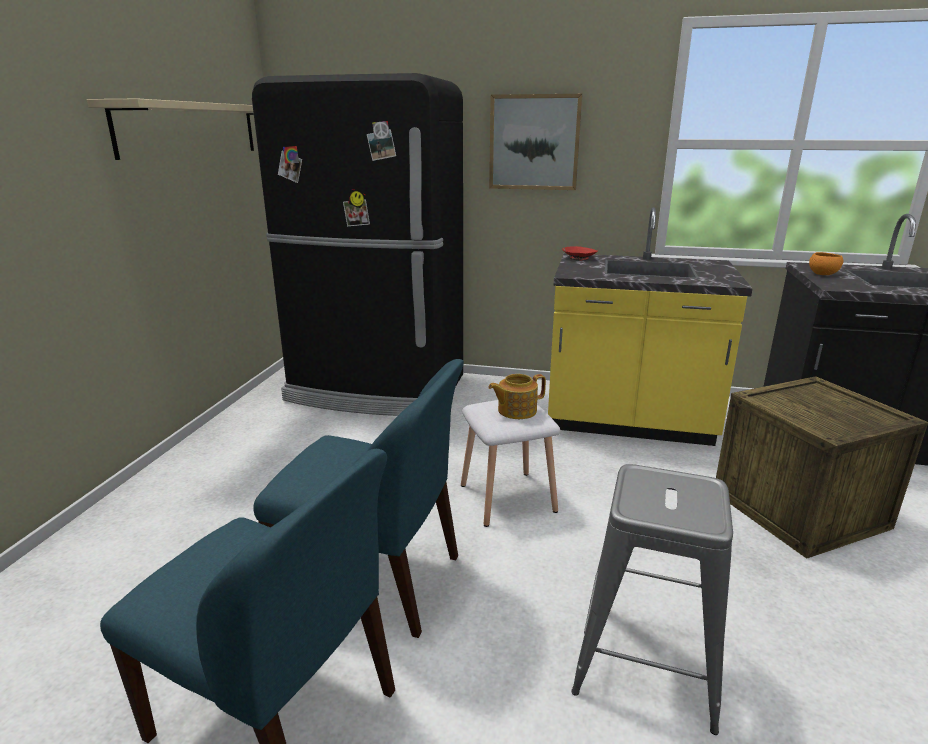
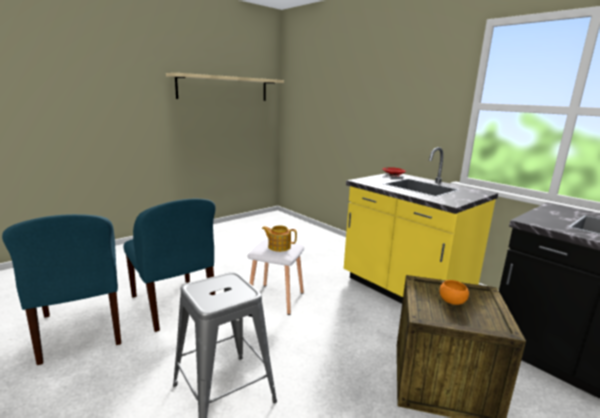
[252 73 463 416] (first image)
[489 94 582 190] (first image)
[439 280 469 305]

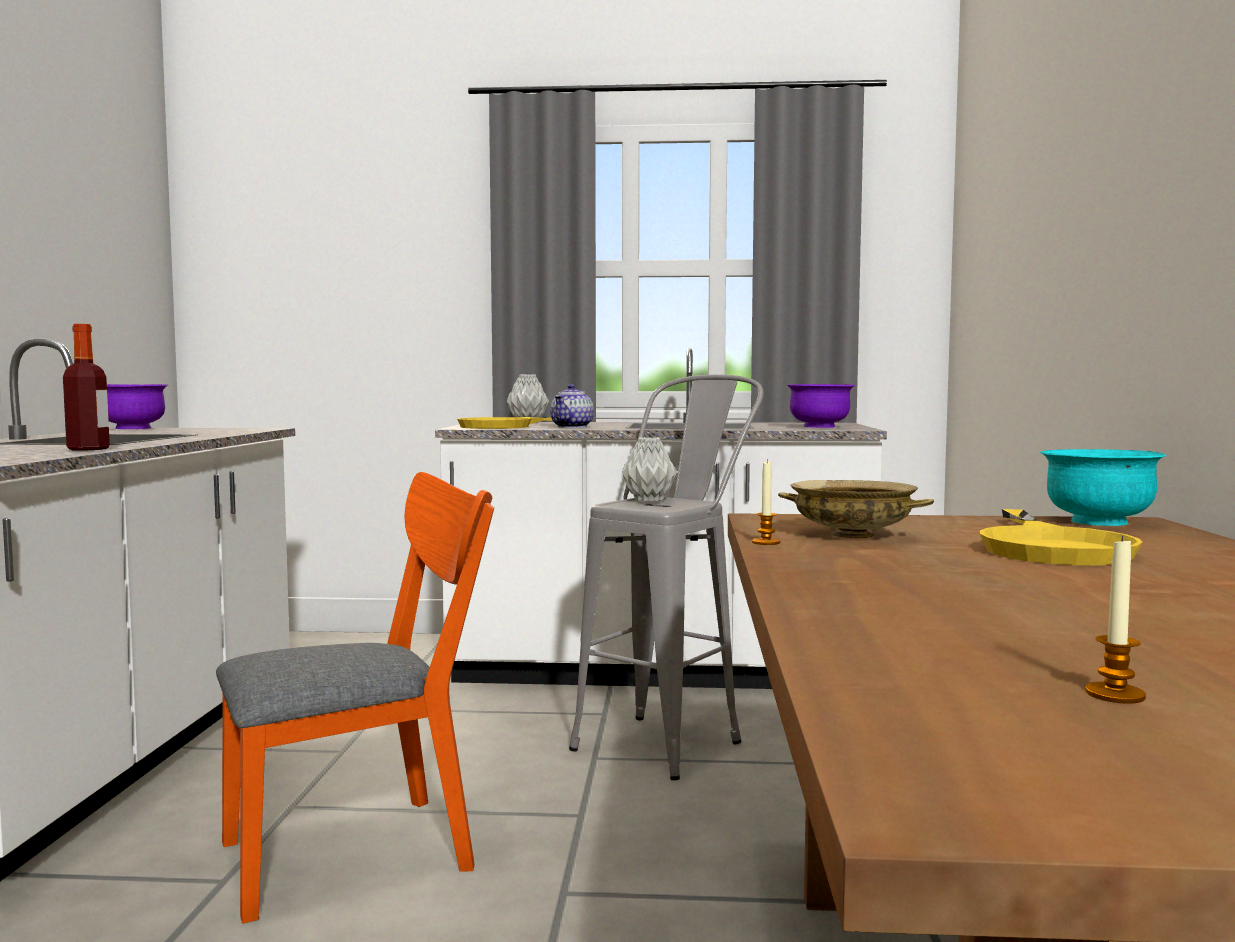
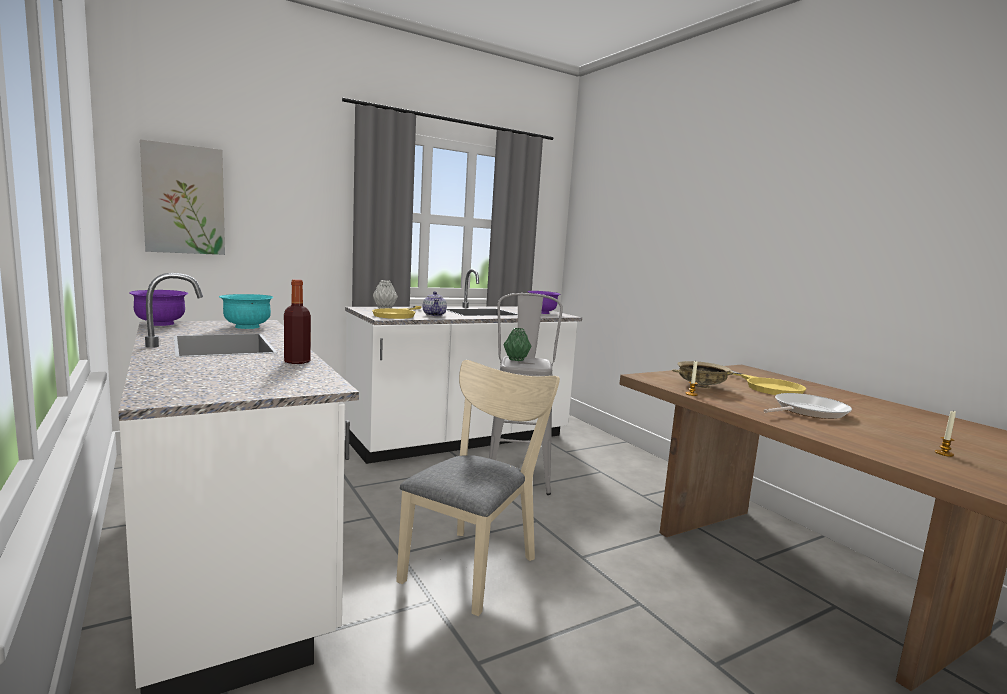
[396 360 560 616]
[503 328 531 361]
[219 294 273 329]
[140 139 225 255]
[763 393 852 419]

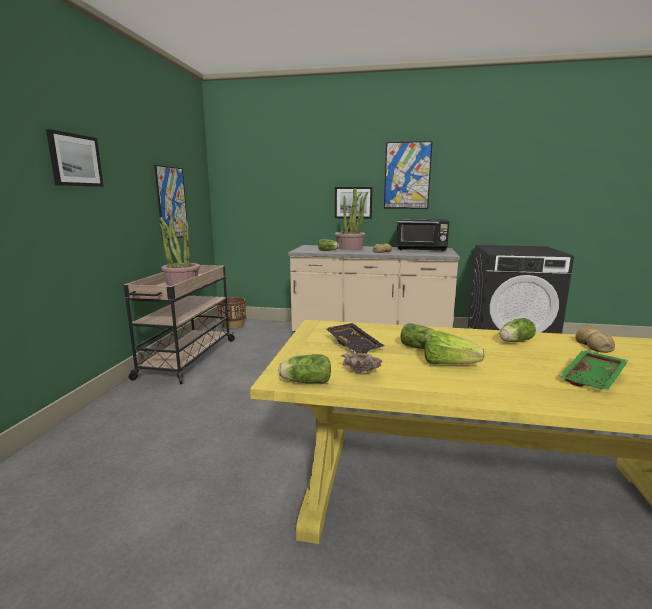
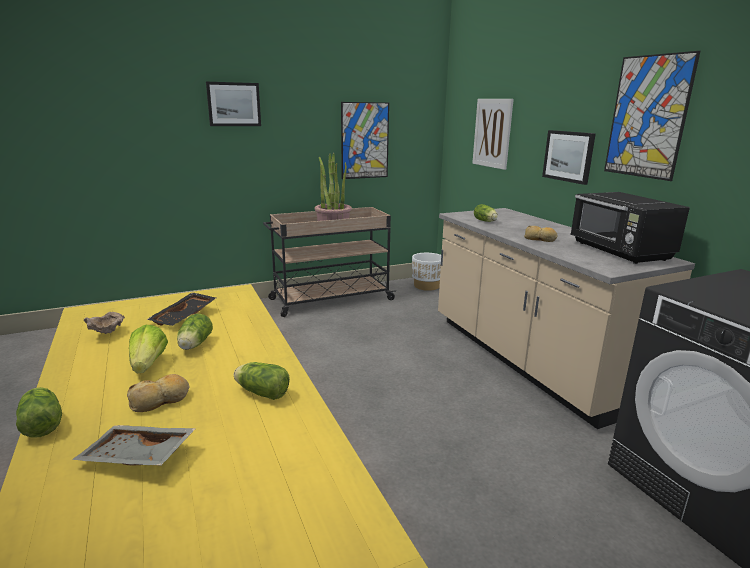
[412 253 441 291]
[16 387 62 438]
[334 188 368 250] (first image)
[72 425 196 466]
[127 374 189 412]
[472 99 514 170]

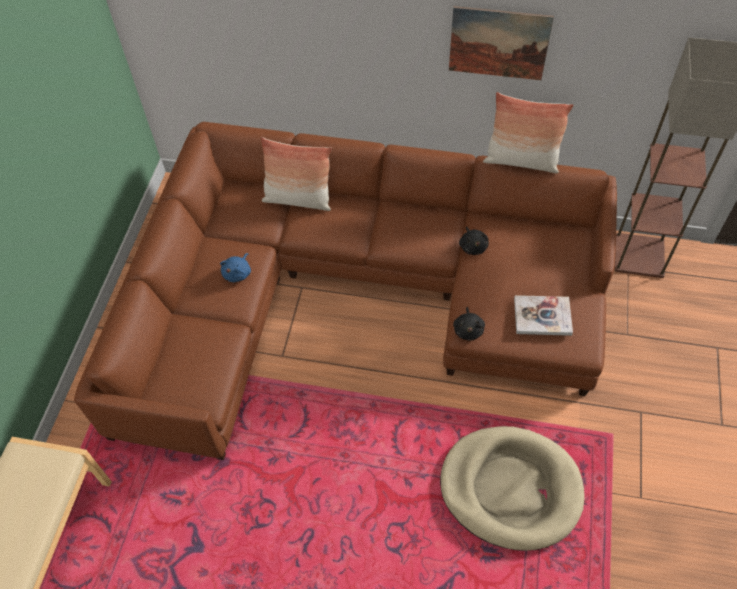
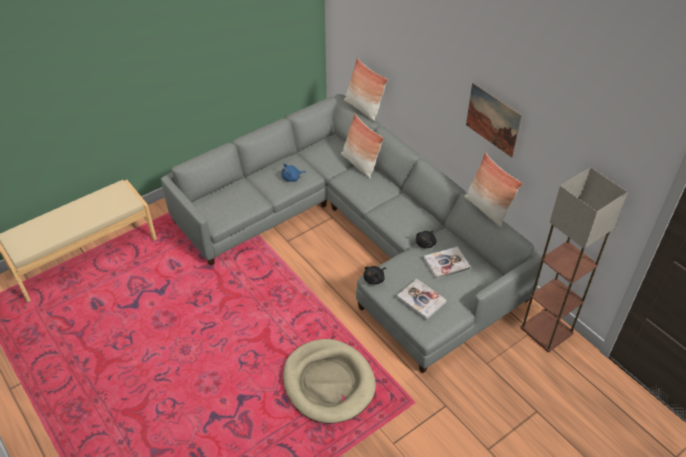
[161 94 544 374]
[344 58 388 122]
[423 247 470 279]

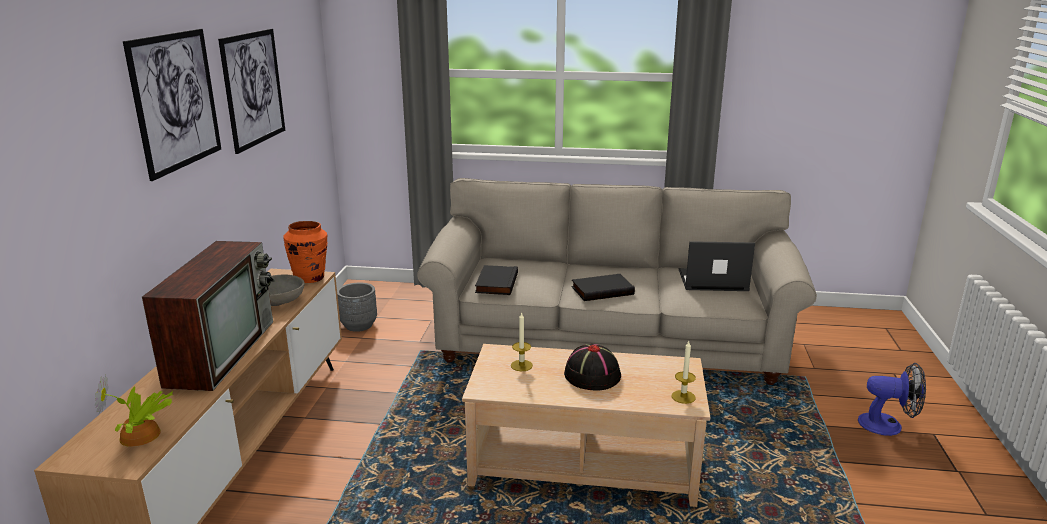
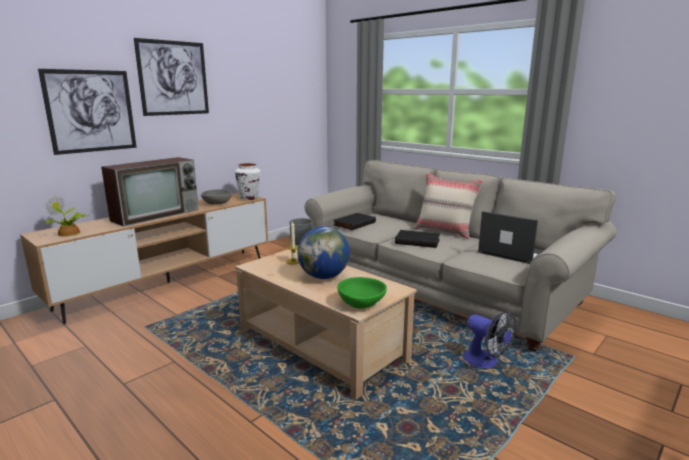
[38 69 137 155]
[235 163 261 200]
[297 227 350 279]
[337 277 387 308]
[463 311 517 368]
[415 173 483 239]

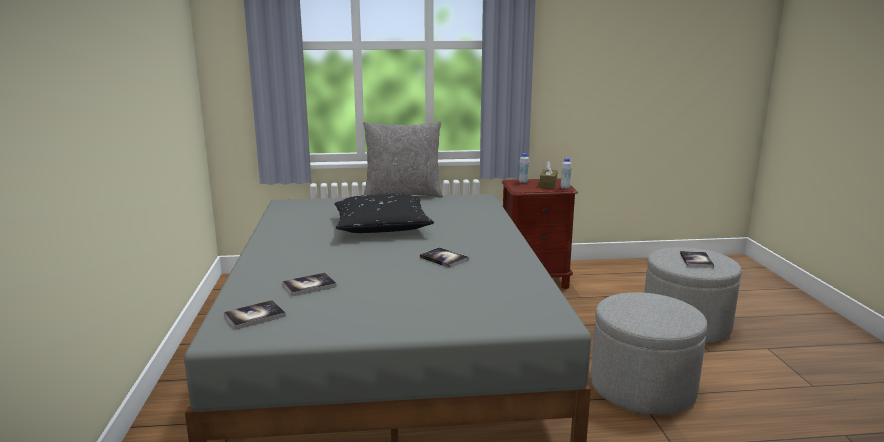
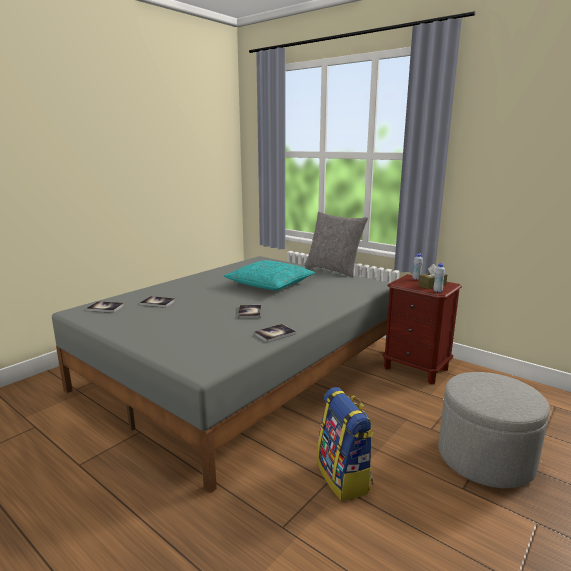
[224 260 315 290]
[317 387 374 501]
[254 324 296 343]

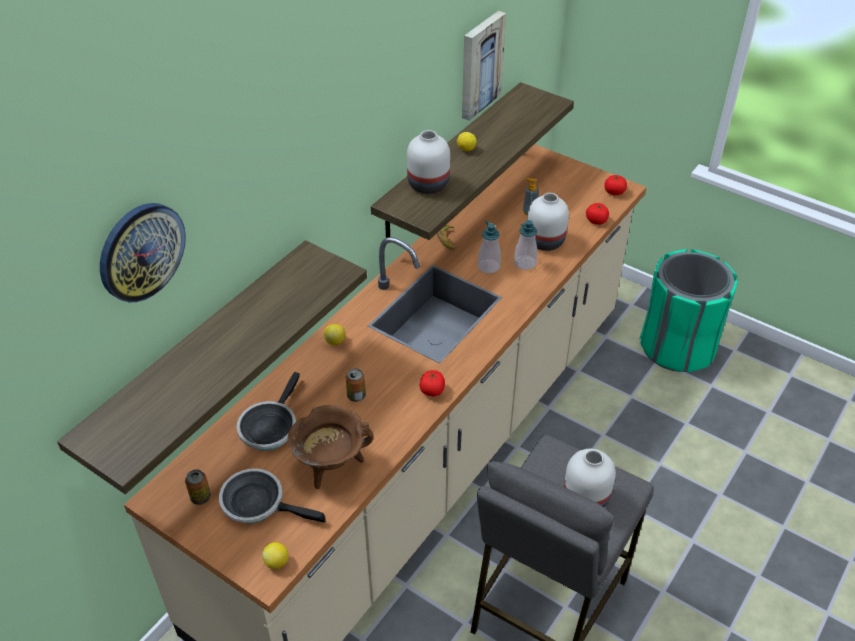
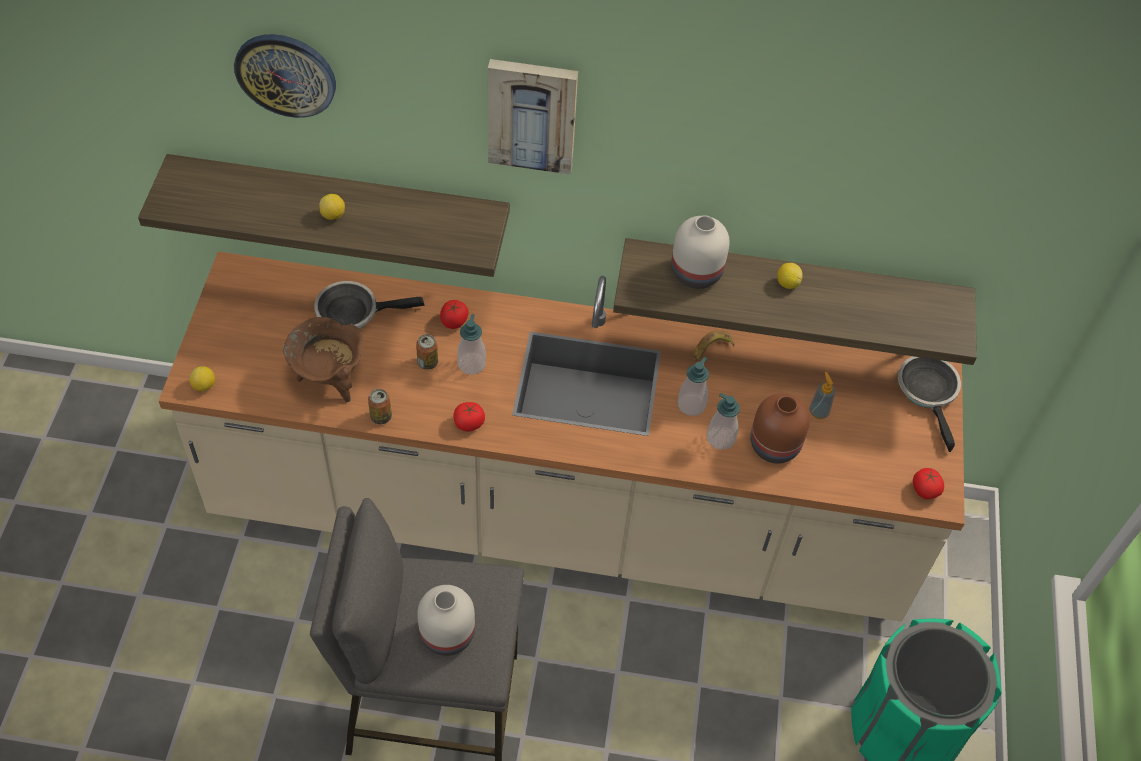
[368 389 392 424]
[898 356 961 452]
[319 194 345 220]
[488 59 578 175]
[750 393 810 464]
[440 300 469 329]
[457 314 486 374]

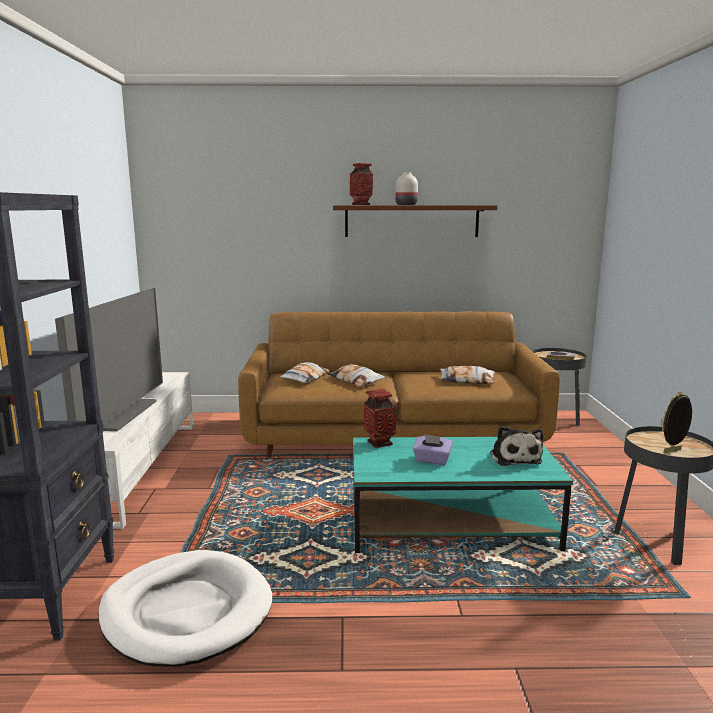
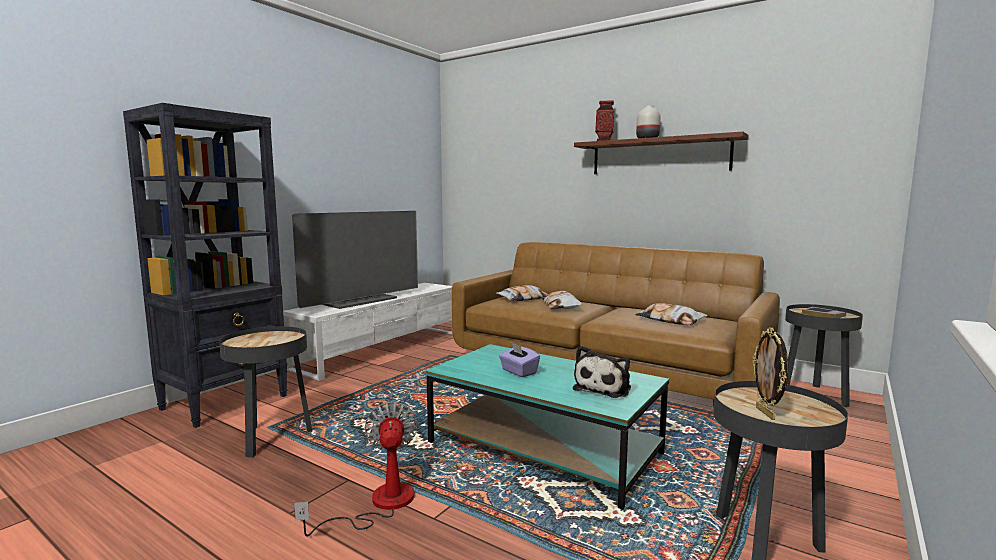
[219 326 312 457]
[364 389 396 448] (first image)
[753 327 788 420]
[294 401 418 536]

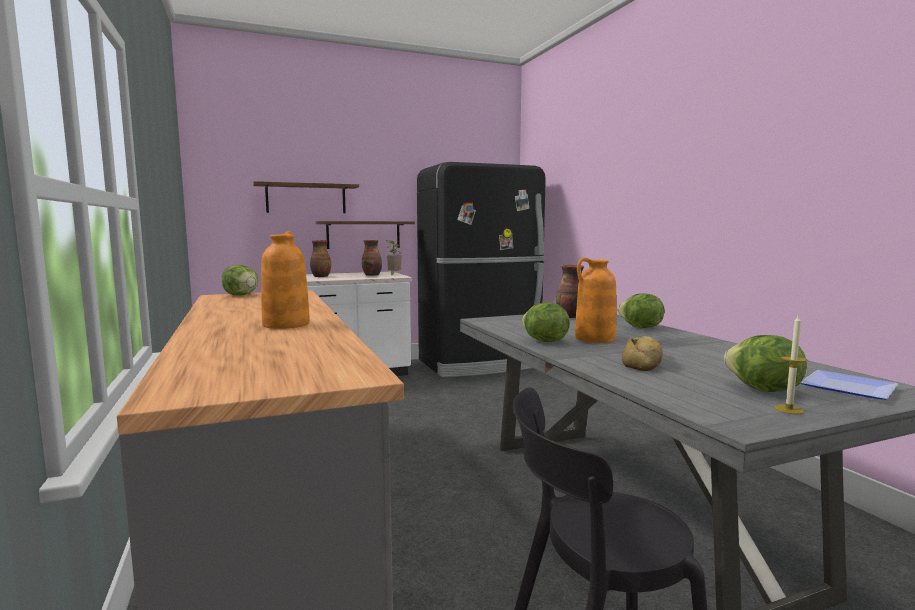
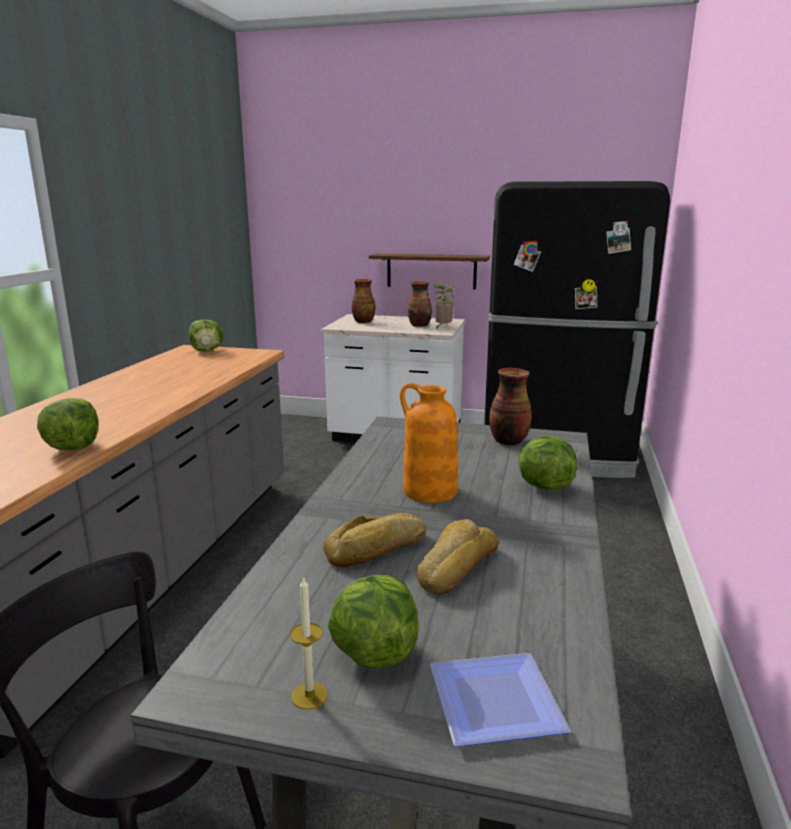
[253 181 359 213] (first image)
[261 231 310 329] (first image)
[37 398 99 451]
[416 519 499 595]

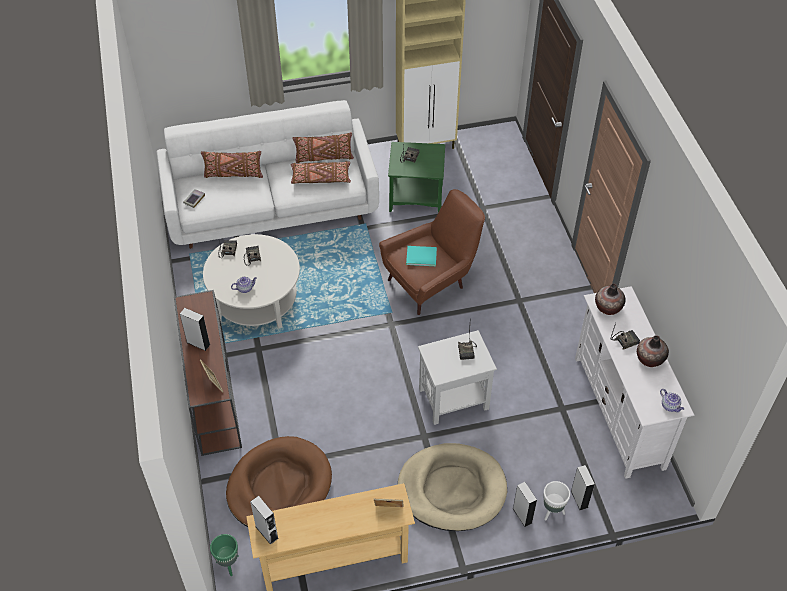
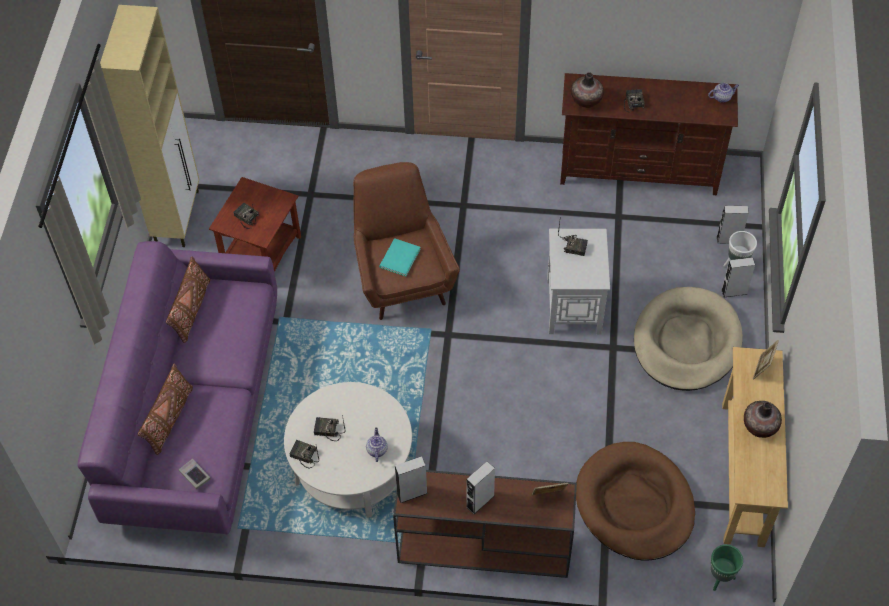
[77 241 277 534]
[395 456 428 503]
[291 161 351 184] (first image)
[209 177 301 272]
[560 73 738 195]
[744 401 782 438]

